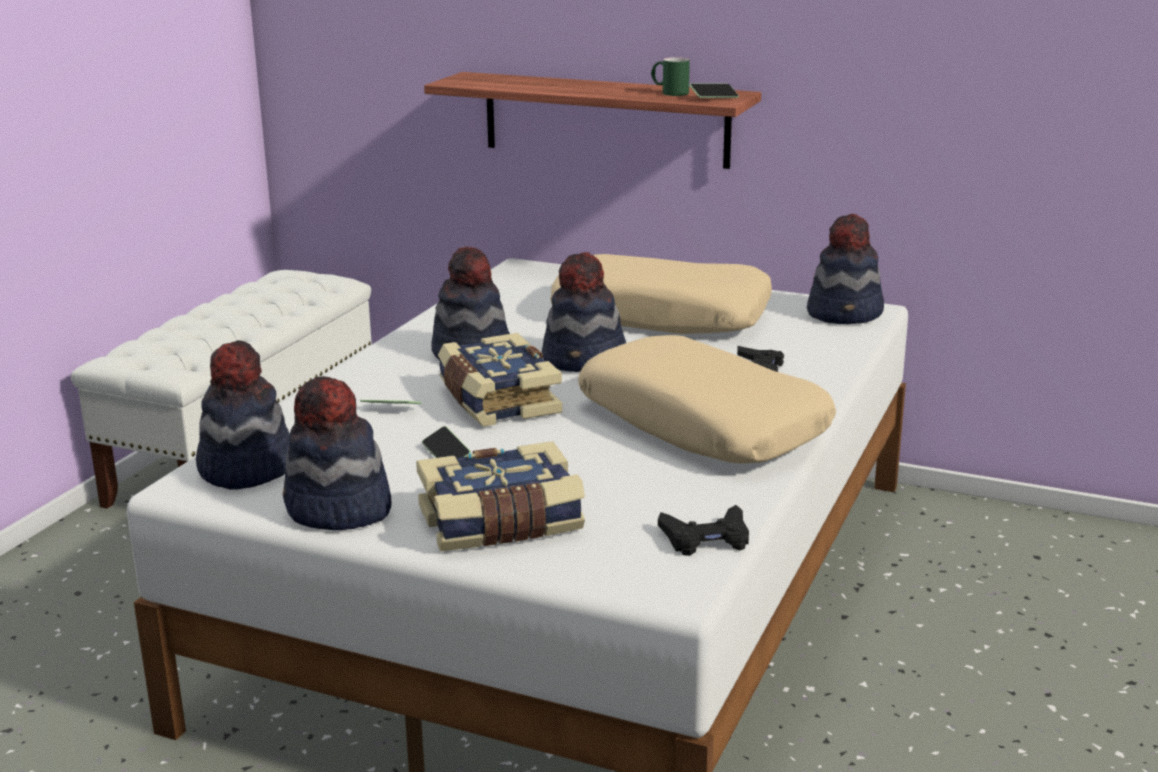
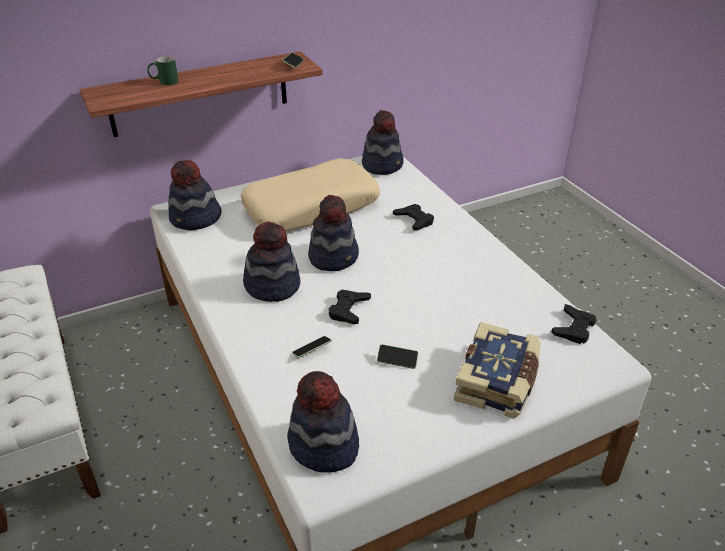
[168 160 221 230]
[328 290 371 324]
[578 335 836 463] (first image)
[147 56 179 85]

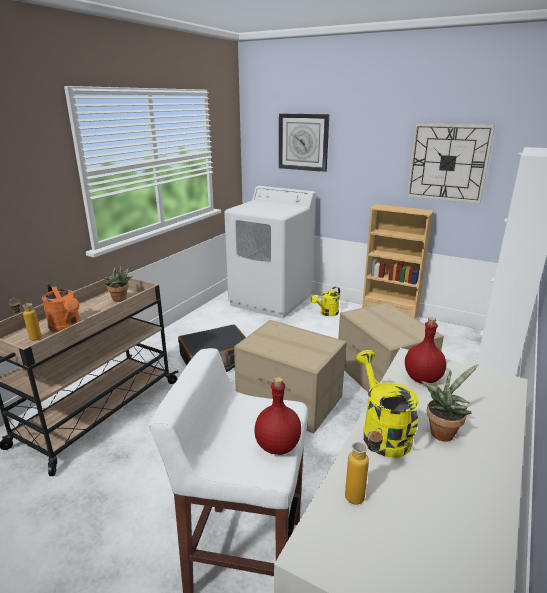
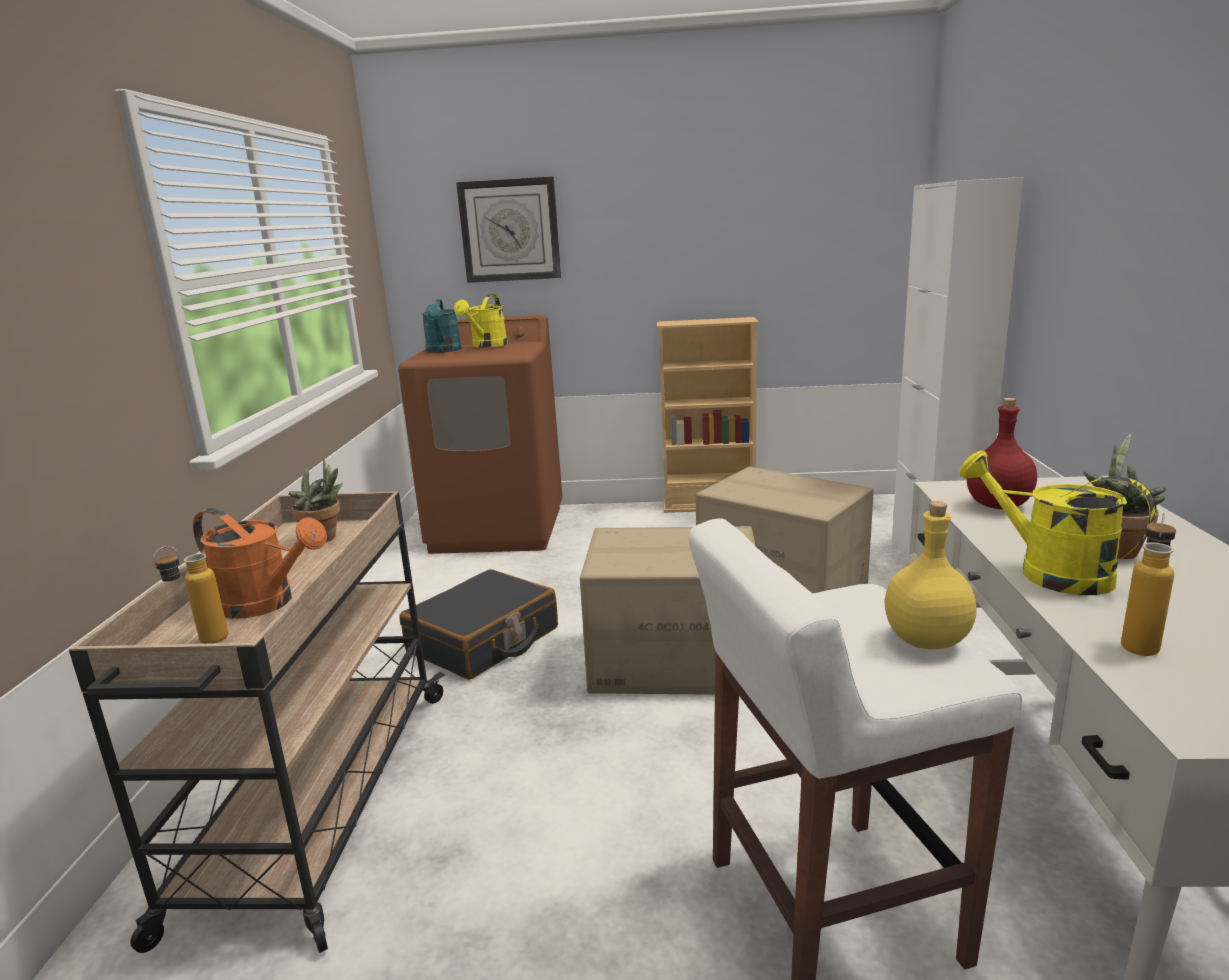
[398 315 562 554]
[884 501 976 649]
[454 294 508 348]
[406 123 495 204] (first image)
[422 299 462 353]

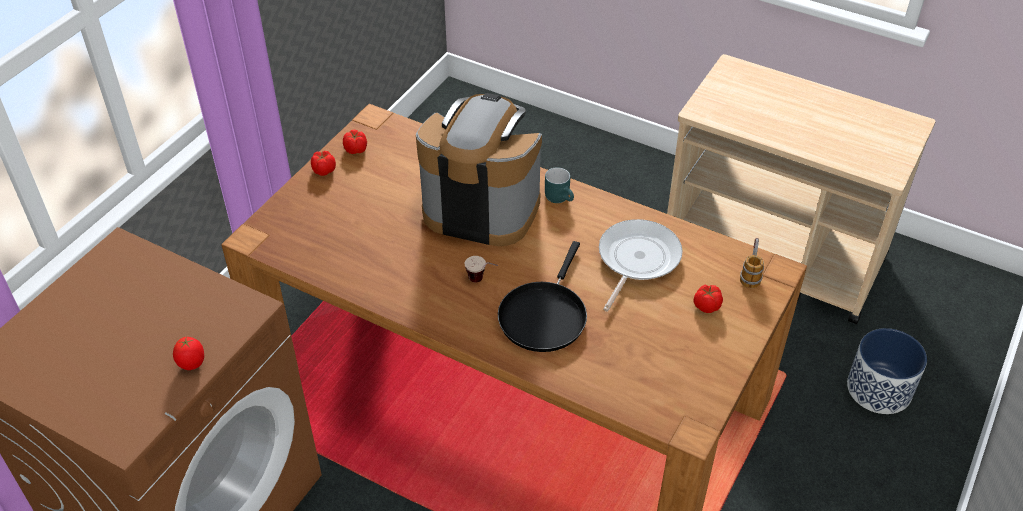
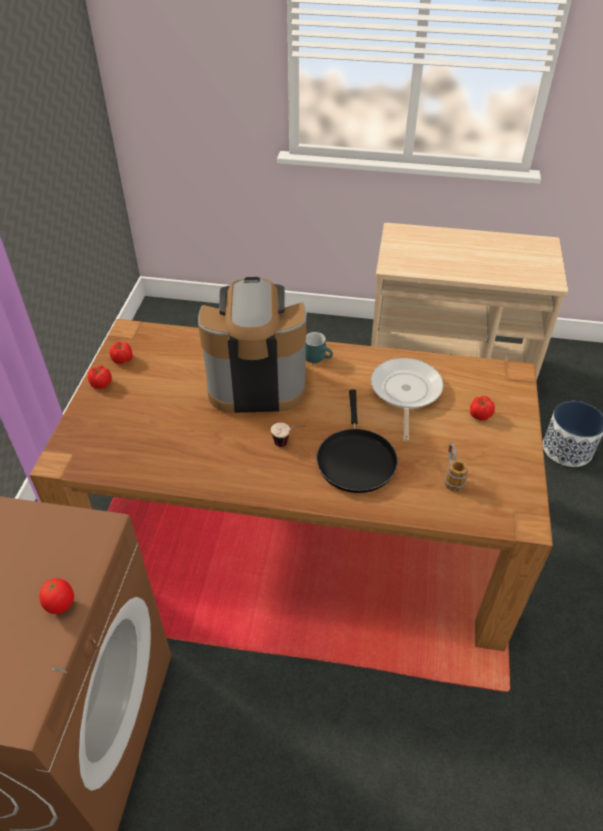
[445 443 468 492]

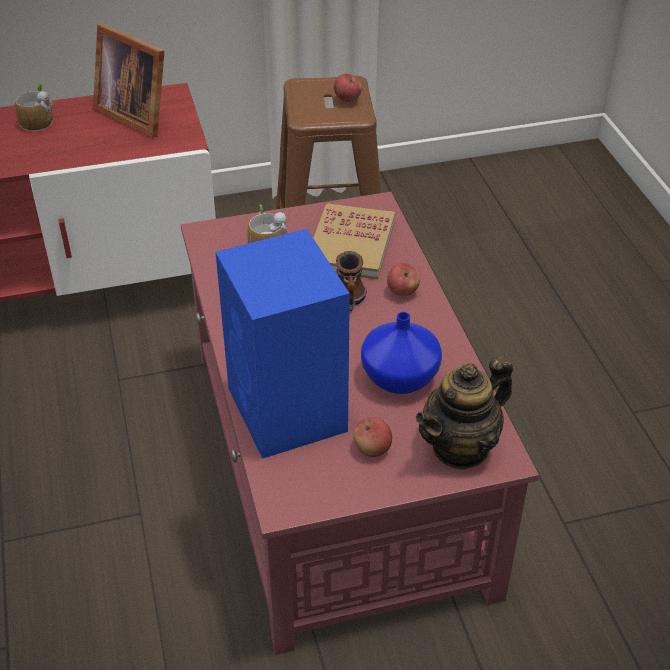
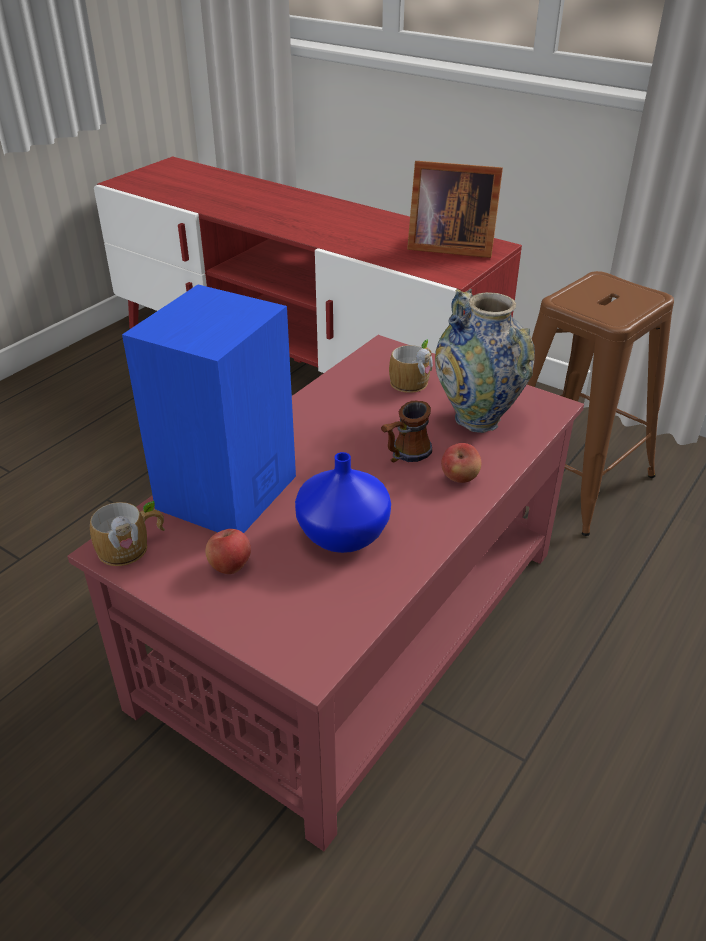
[90 501 165 566]
[407 161 503 258]
[435 289 535 433]
[334 74 362 102] (first image)
[416 356 513 470] (first image)

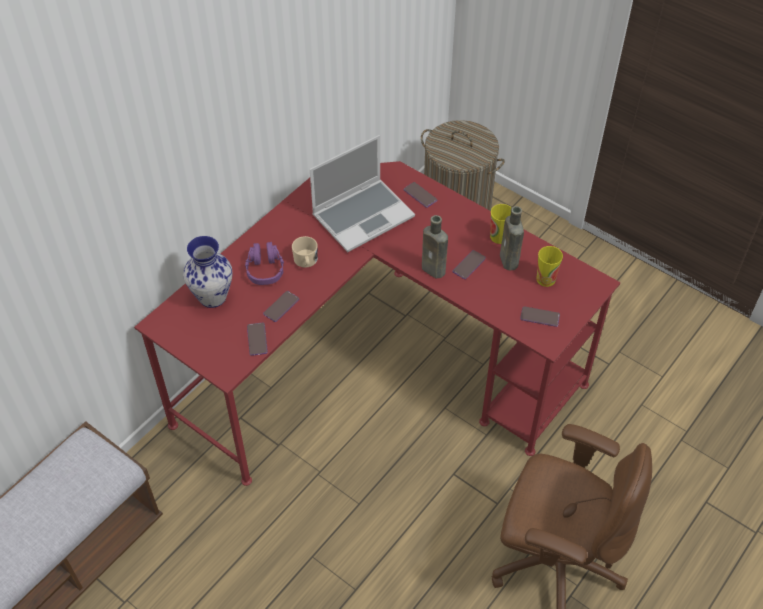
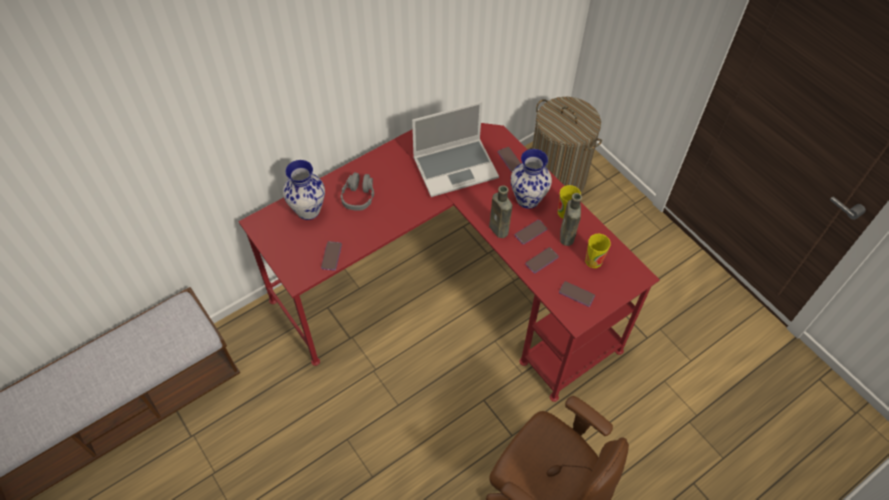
[341 172 374 211]
[525 247 559 273]
[292 236 318 268] (first image)
[511 149 552 209]

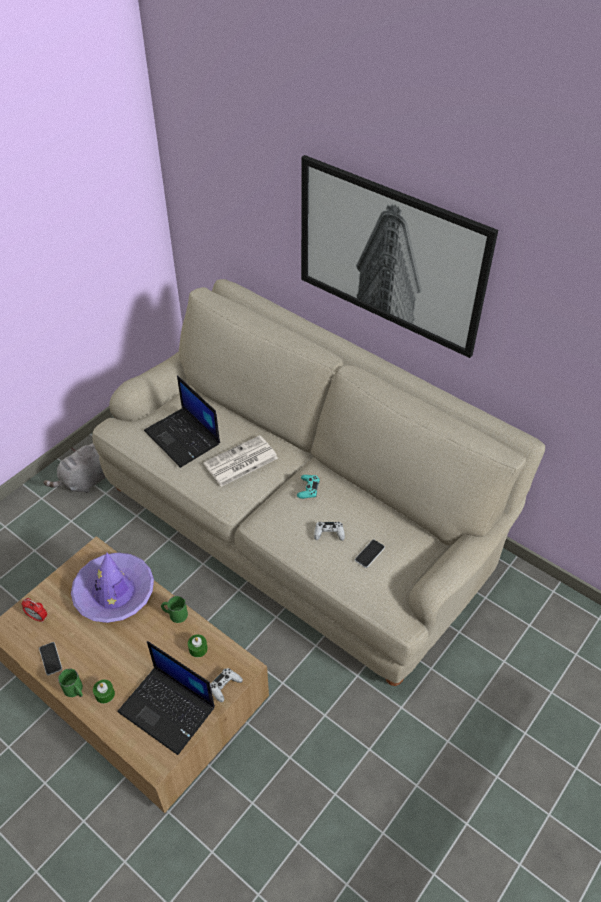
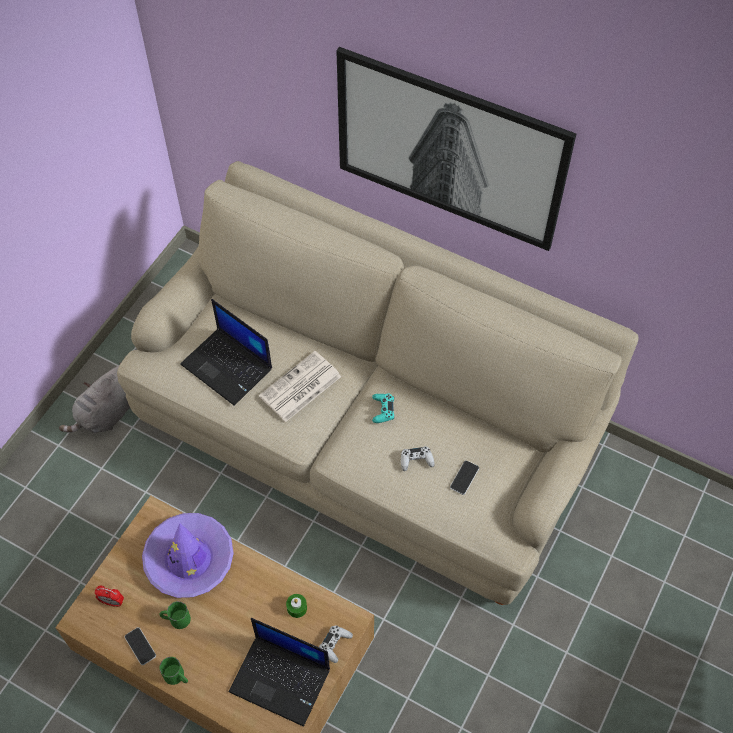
[93 680 115 704] (first image)
[159 601 191 629]

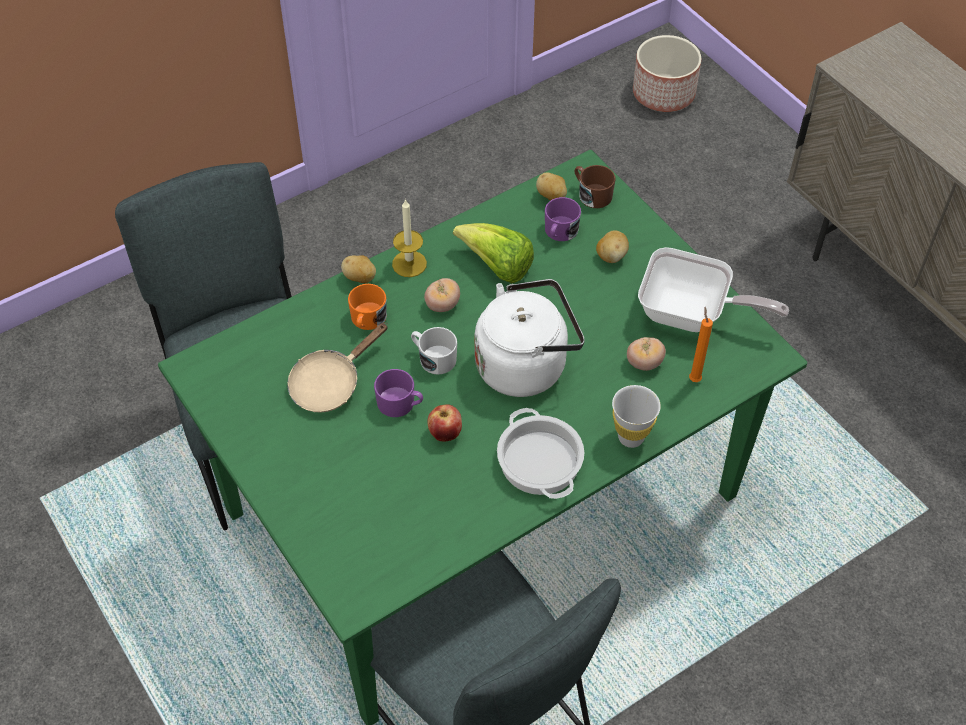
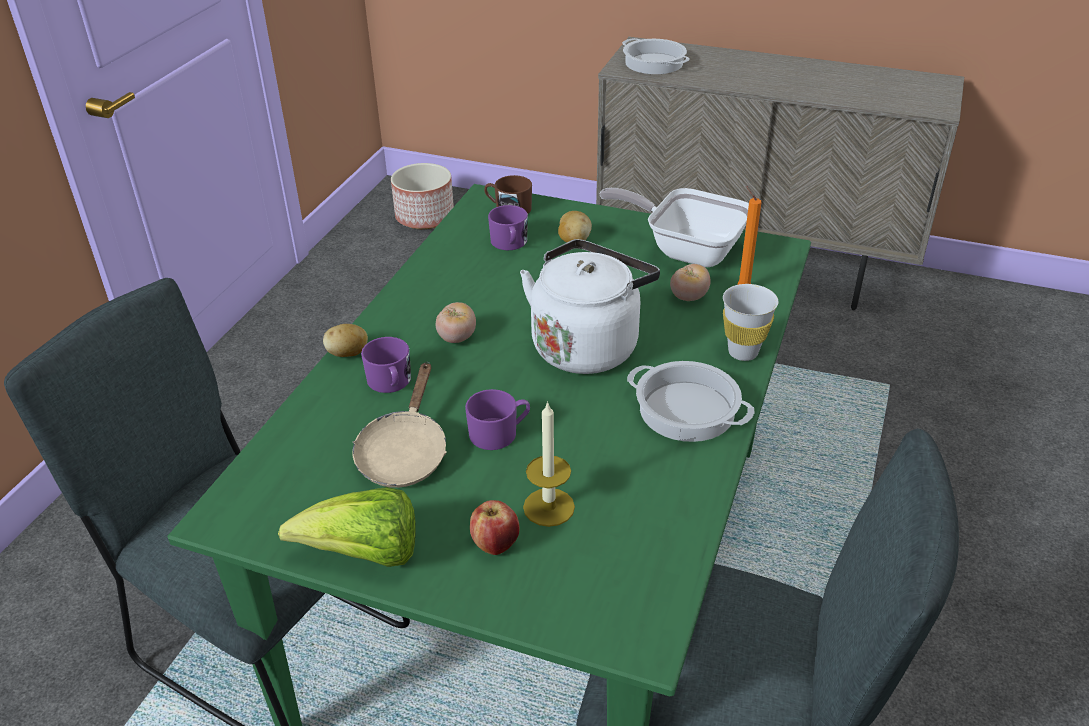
[361 337 411 393]
[523 401 575 527]
[411 327 457 375] (first image)
[470 500 520 555]
[278 487 416 567]
[536 173 567 201] (first image)
[600 188 749 267]
[622 38 690 74]

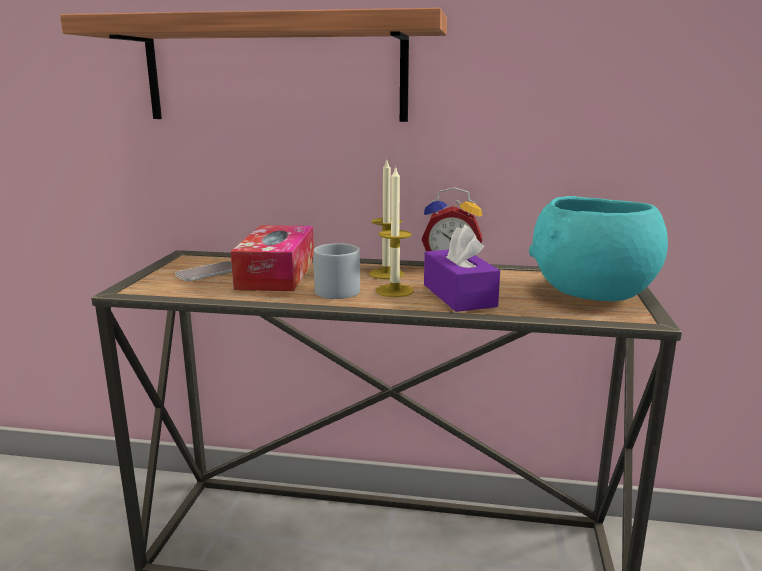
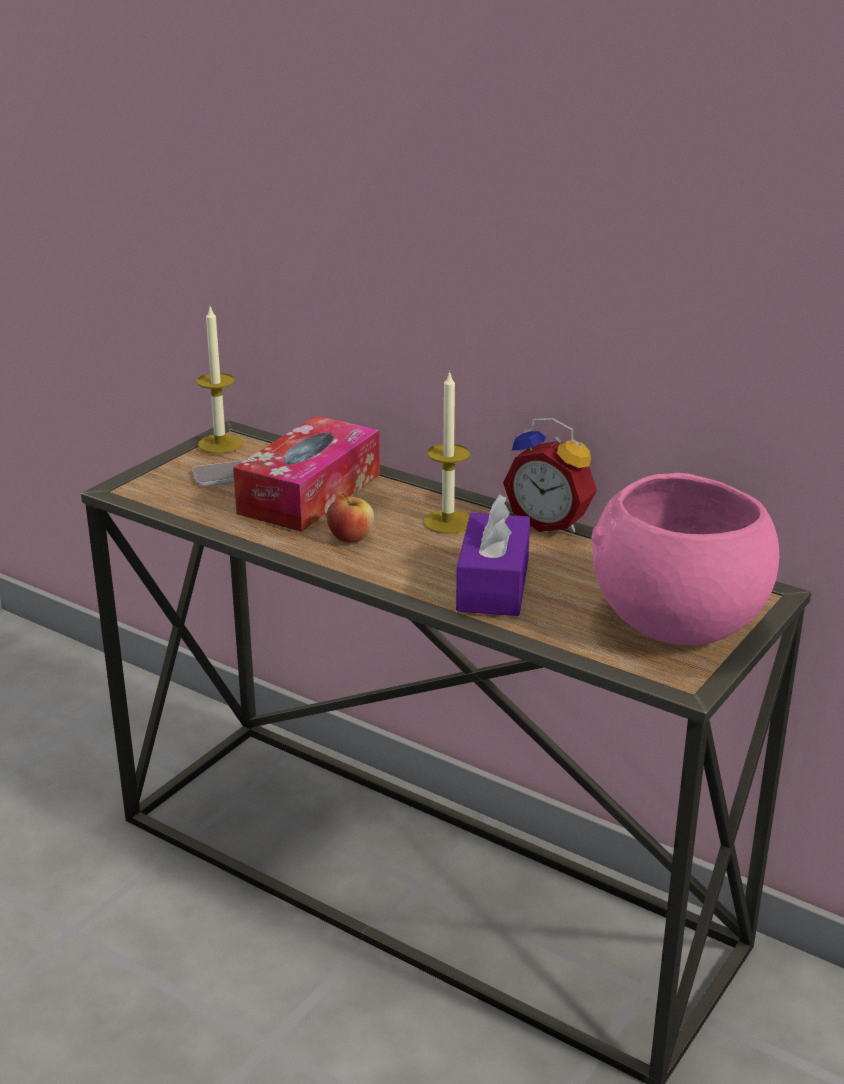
[60 8 447 122] (first image)
[326 494 374 543]
[196 307 243 453]
[592 473 779 646]

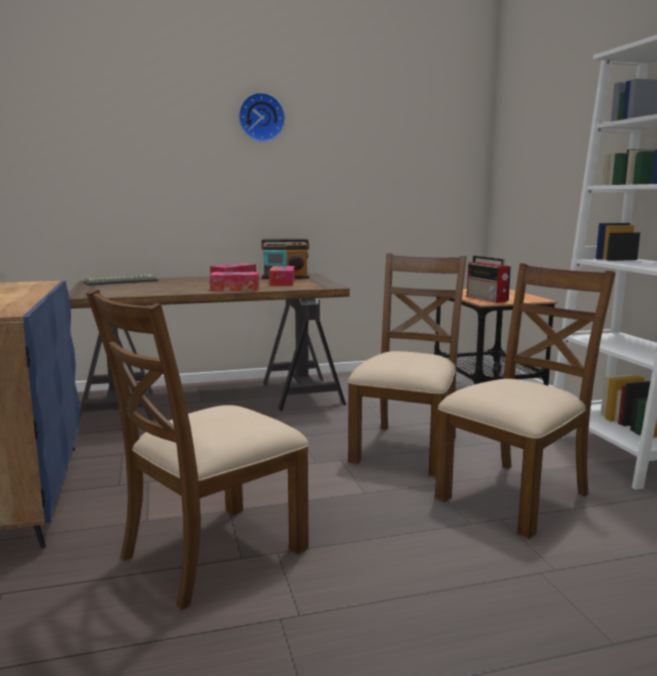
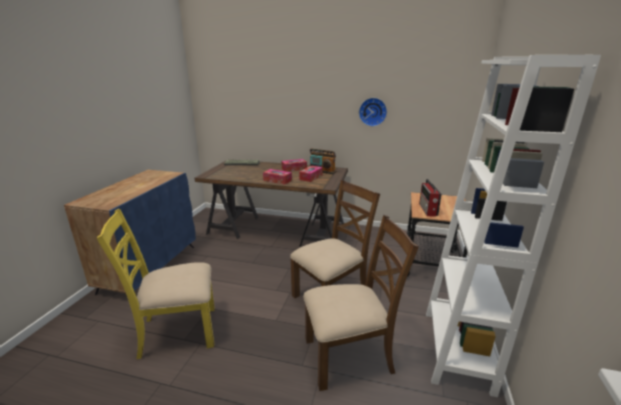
[96 208 215 359]
[359 98 387 126]

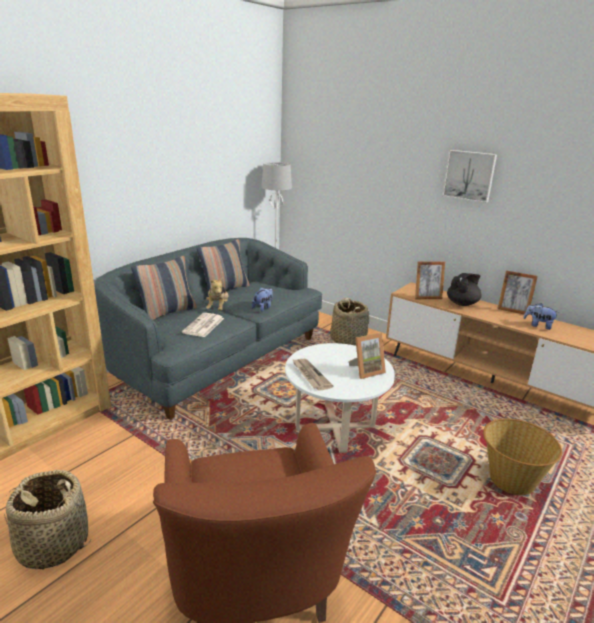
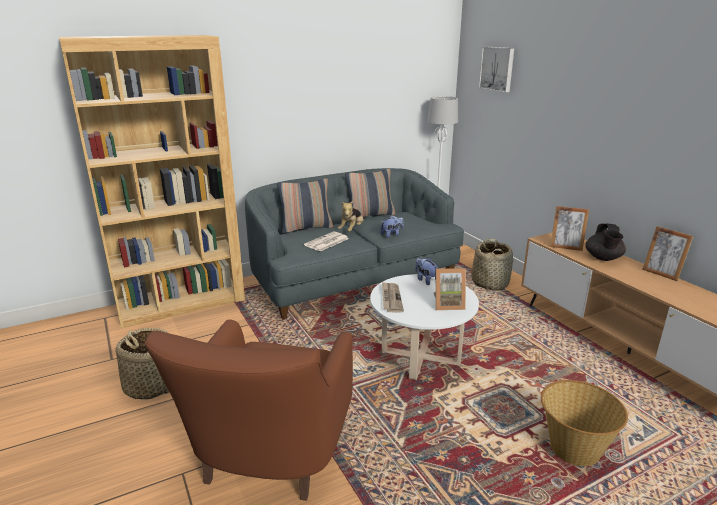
[479 46 514 93]
[585 224 626 261]
[415 257 438 285]

